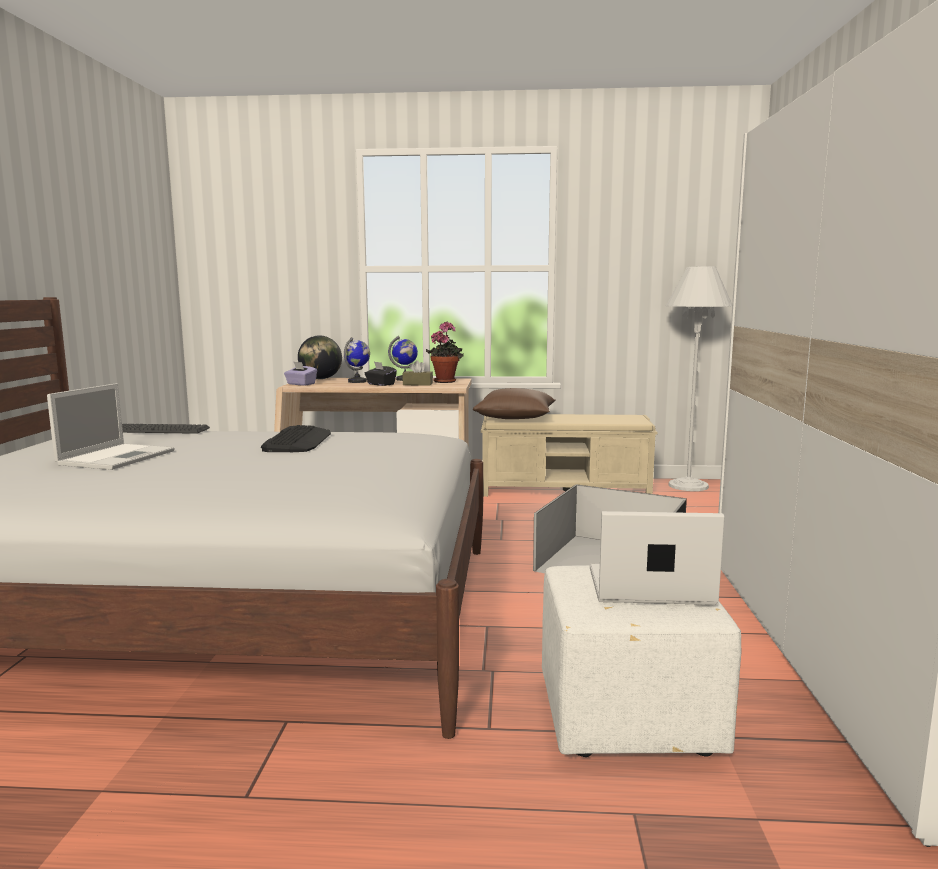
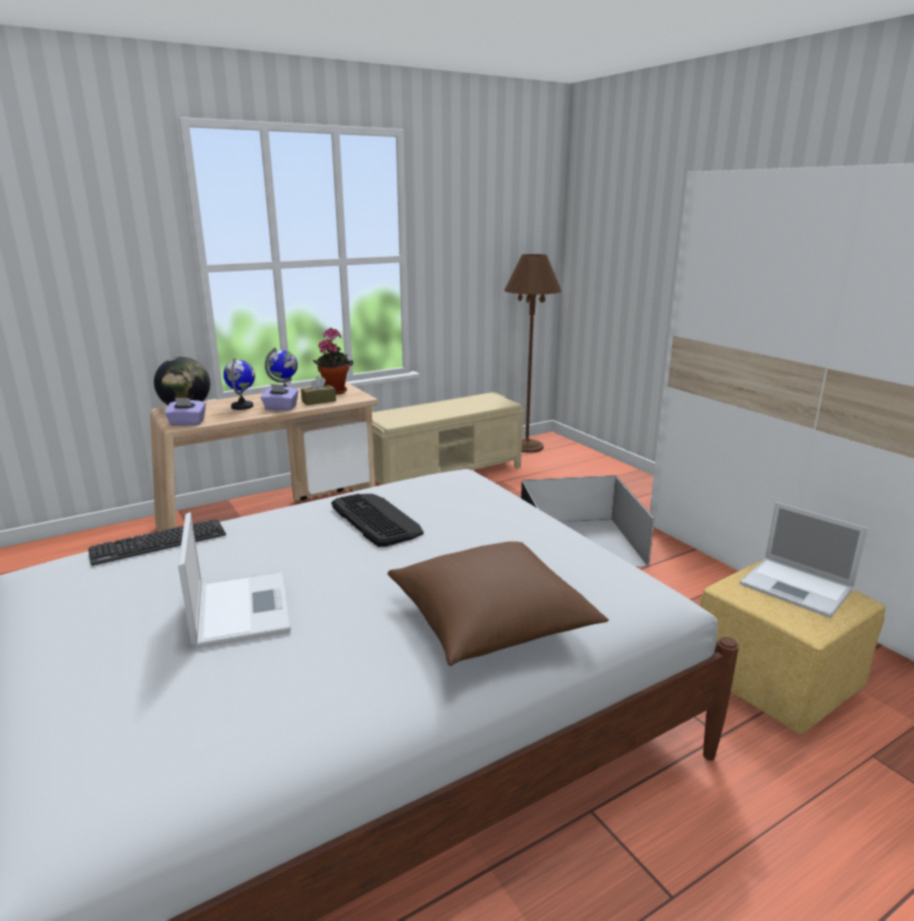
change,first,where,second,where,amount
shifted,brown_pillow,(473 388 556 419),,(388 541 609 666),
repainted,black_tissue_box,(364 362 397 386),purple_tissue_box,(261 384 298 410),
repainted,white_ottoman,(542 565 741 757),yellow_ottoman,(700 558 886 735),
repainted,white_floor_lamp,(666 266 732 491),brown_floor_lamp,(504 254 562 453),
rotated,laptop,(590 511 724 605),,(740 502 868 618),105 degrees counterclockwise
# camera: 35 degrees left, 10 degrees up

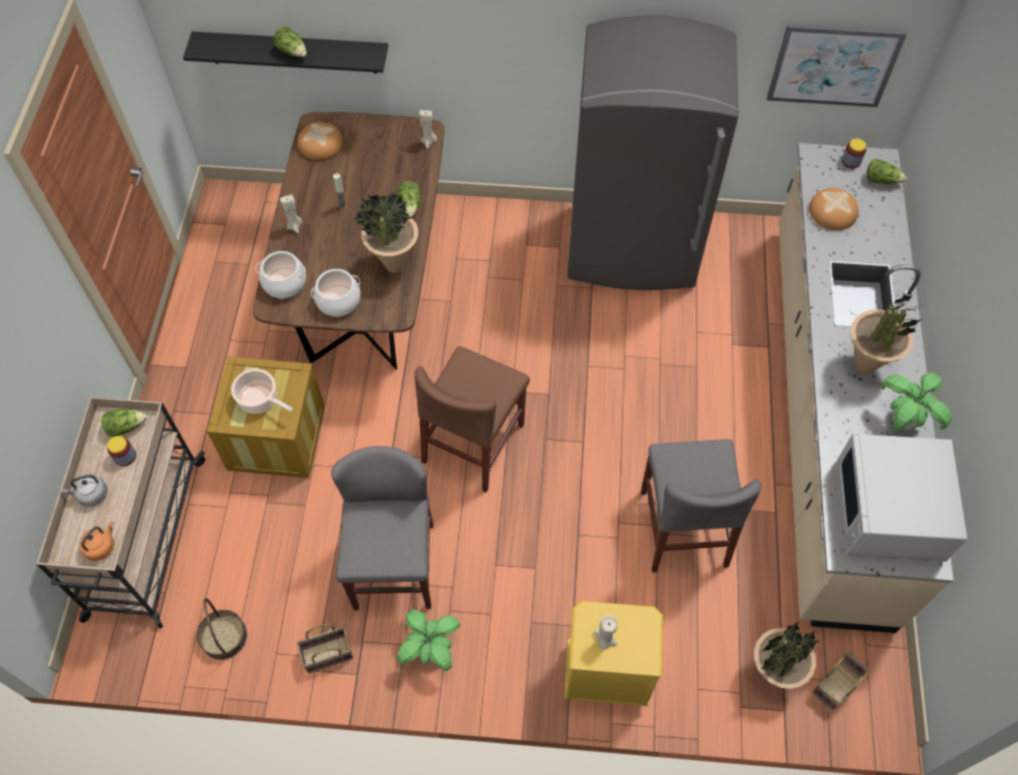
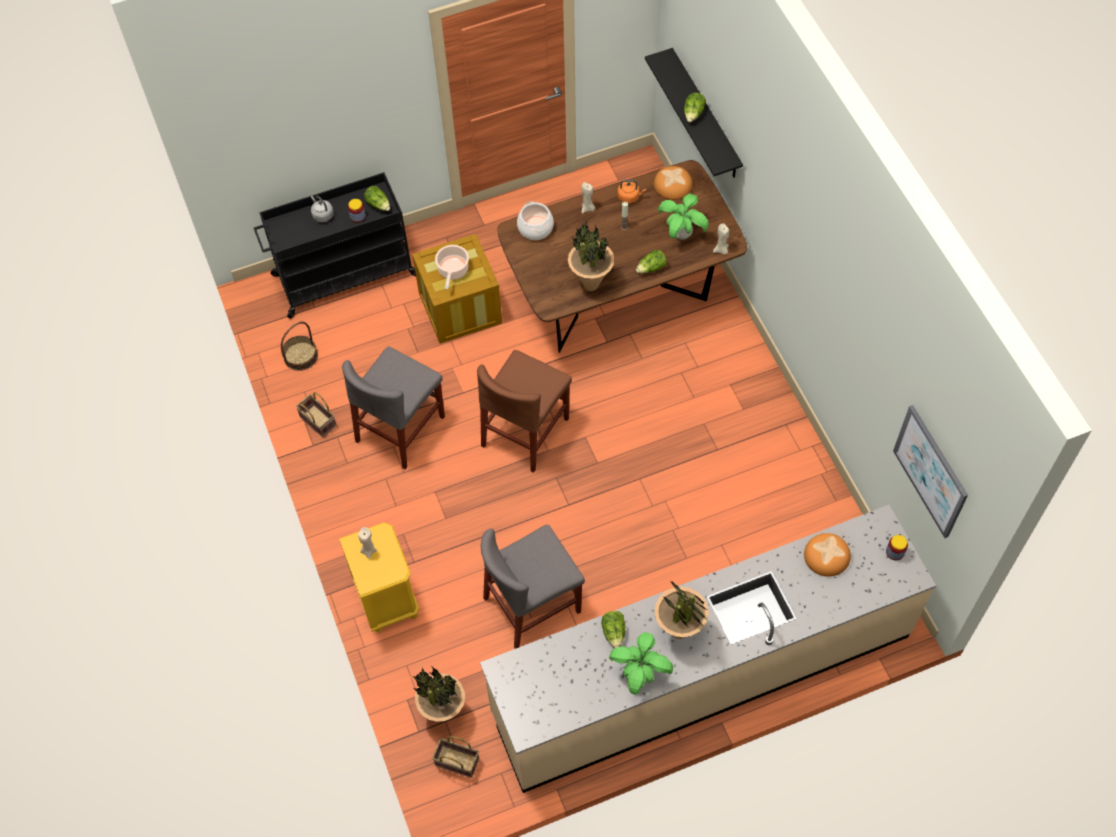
change,first,where,second,where,amount
gone,cooking_pot,(311 269 361 317),,,
gone,grey_fridge,(567 15 739 290),,,
gone,white_microwave,(838 434 967 561),,,
shifted,orange_kettle,(79 521 114 561),,(617 180 646 203),
shifted,potted_plant,(397 609 460 671),,(658 193 709 240),
shifted,lettuce,(866 159 907 184),,(601 611 625 649),
repainted,beige_cart,(36 397 205 629),black_cart,(254 172 416 319),
rotated,grey_chair,(331 446 433 610),,(342 346 445 469),150 degrees clockwise
rotated,brown_chair,(415 346 530 492),,(477 350 572 473),60 degrees counterclockwise
# camera: 65 degrees right, 0 degrees up

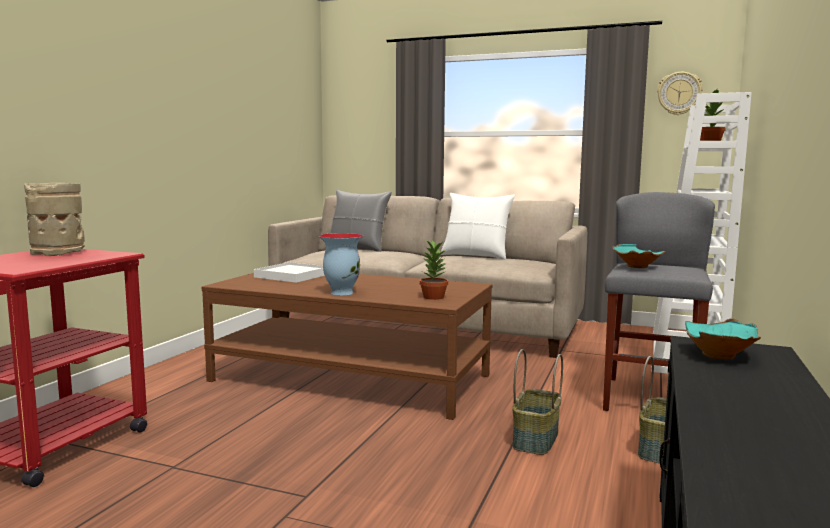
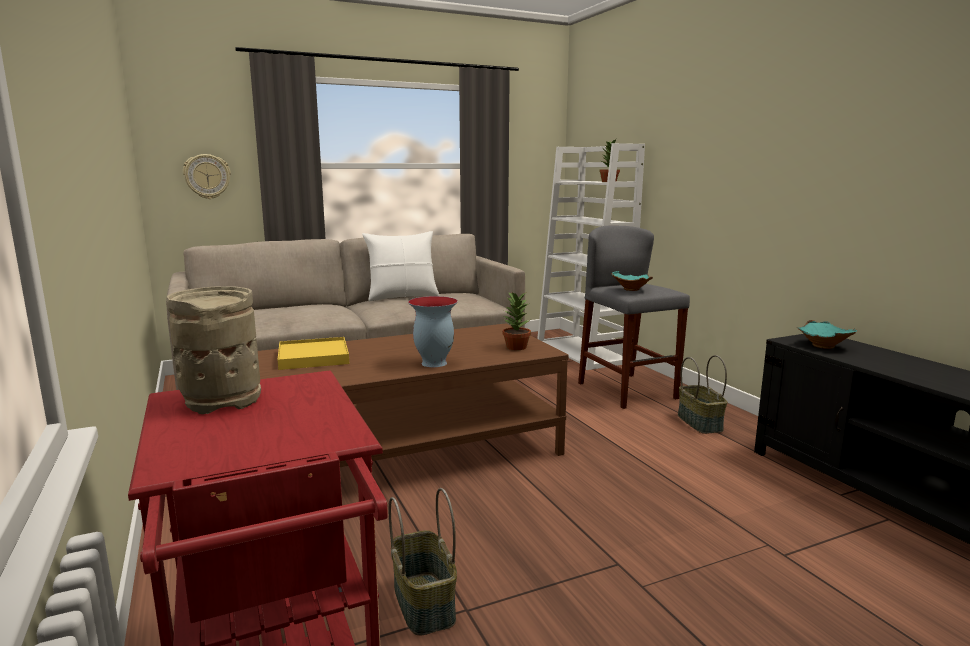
change,first,where,second,where,amount
gone,grey_pillow,(330 190 392 252),,,
shifted,basket,(512 349 563 455),,(389 488 457 635),
shifted,wall_clock,(657 72 703 115),,(183 154 231 199),
repainted,white_tray,(254 262 325 283),yellow_tray,(277 337 349 370),
# camera: 45 degrees left, 5 degrees up

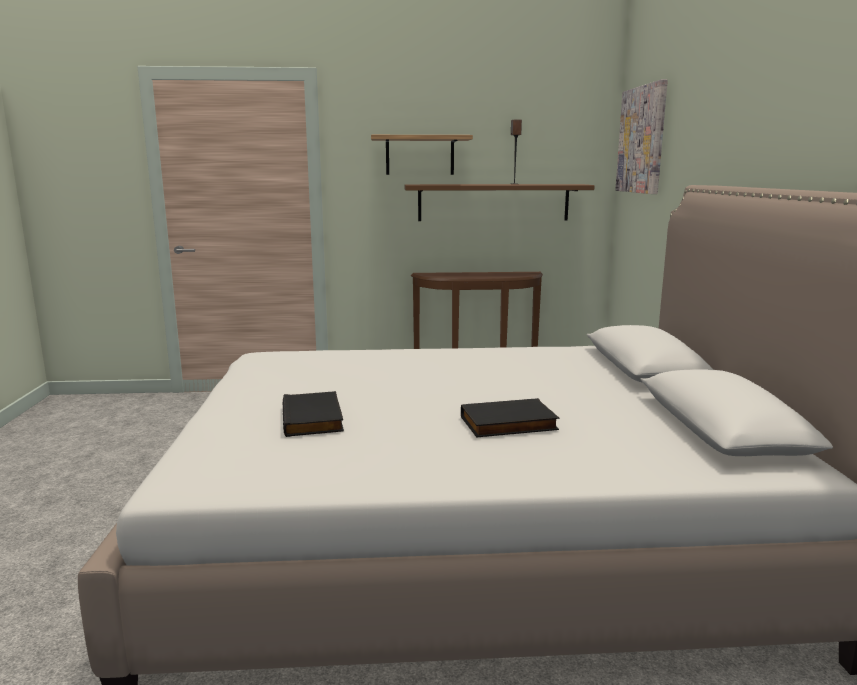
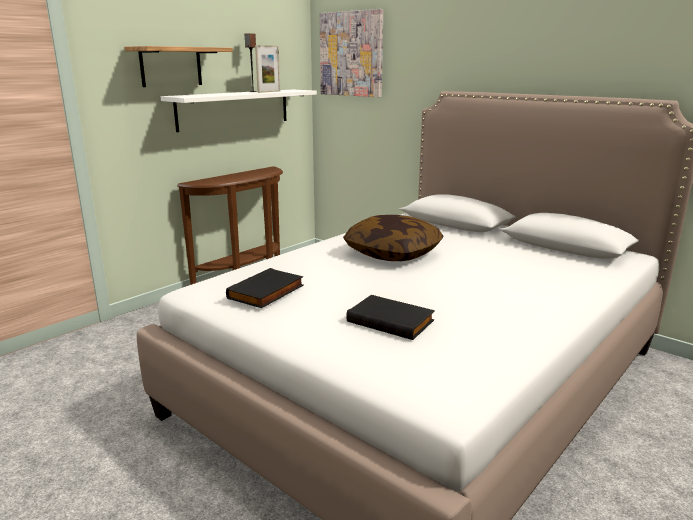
change,first,where,second,where,amount
new,,,picture_frame,(255 45 280 93),
new,,,pillow,(343 215 443 261),
shifted,black_book,(461 398 559 438),,(226 268 304 308),
repainted,brown_shelf,(404 184 595 221),white_shelf,(161 90 317 132),
# camera: 45 degrees left, 5 degrees up

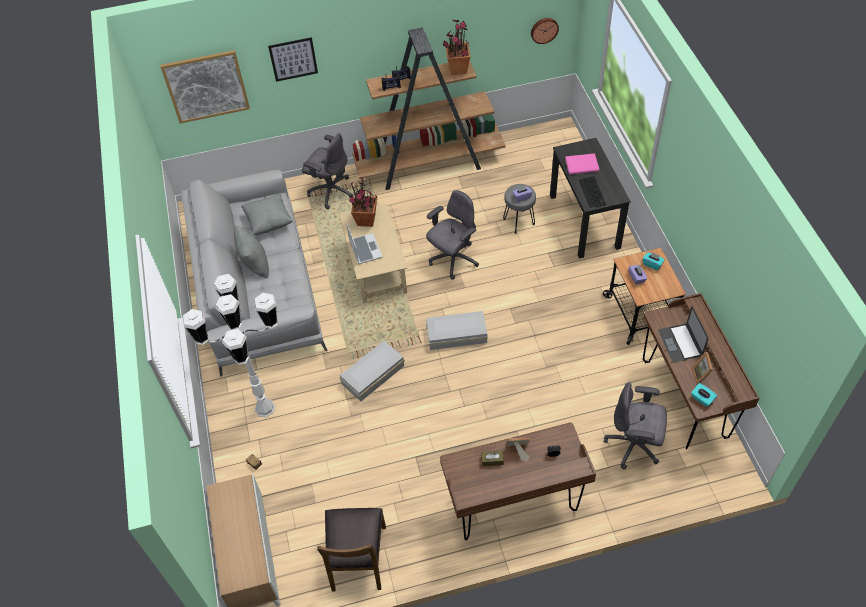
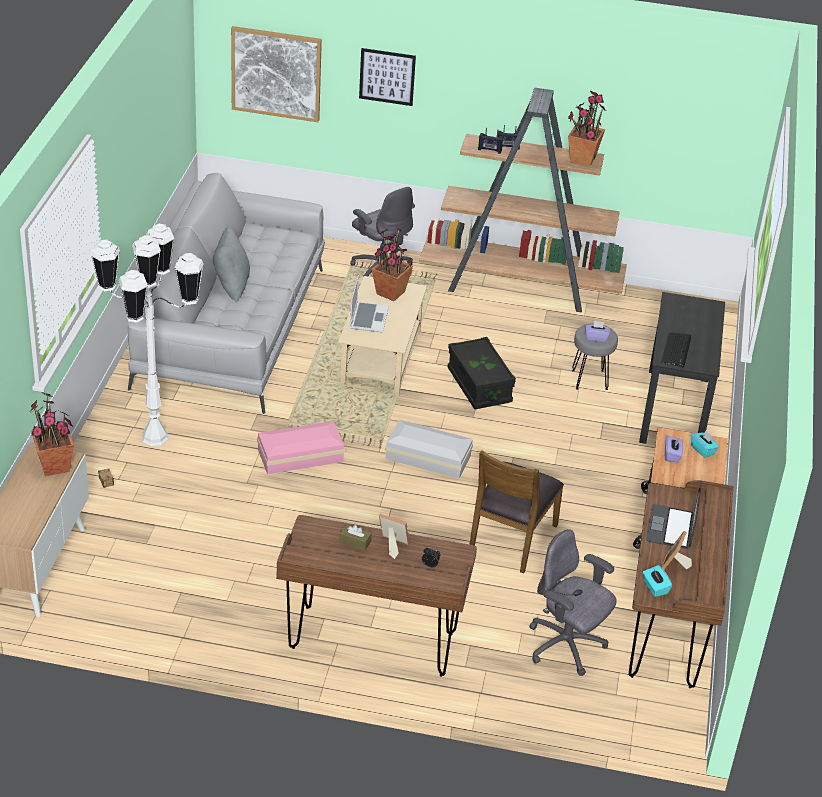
change,first,where,second,where,amount
gone,grey_pillow,(241 194 293 235),,,
gone,wall_clock,(531 18 559 44),,,
gone,pink_book,(565 153 599 175),,,
new,,,potted_plant,(30 392 74 476),
shifted,brown_chair,(317 508 386 591),,(470 450 564 573),
swapped,grey_office_chair,(426 190 479 280),black_storage_box,(448 337 516 409),
repainted,white_storage_box,(340 341 405 402),pink_storage_box,(257 421 345 474),
# camera: 20 degrees right, 15 degrees down

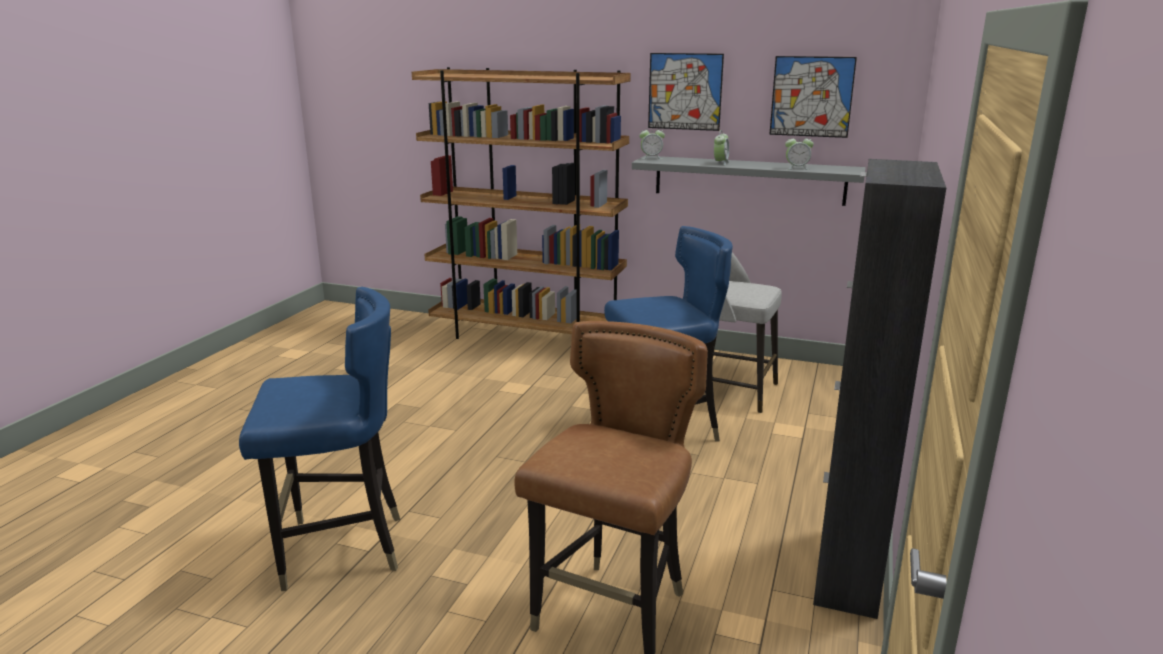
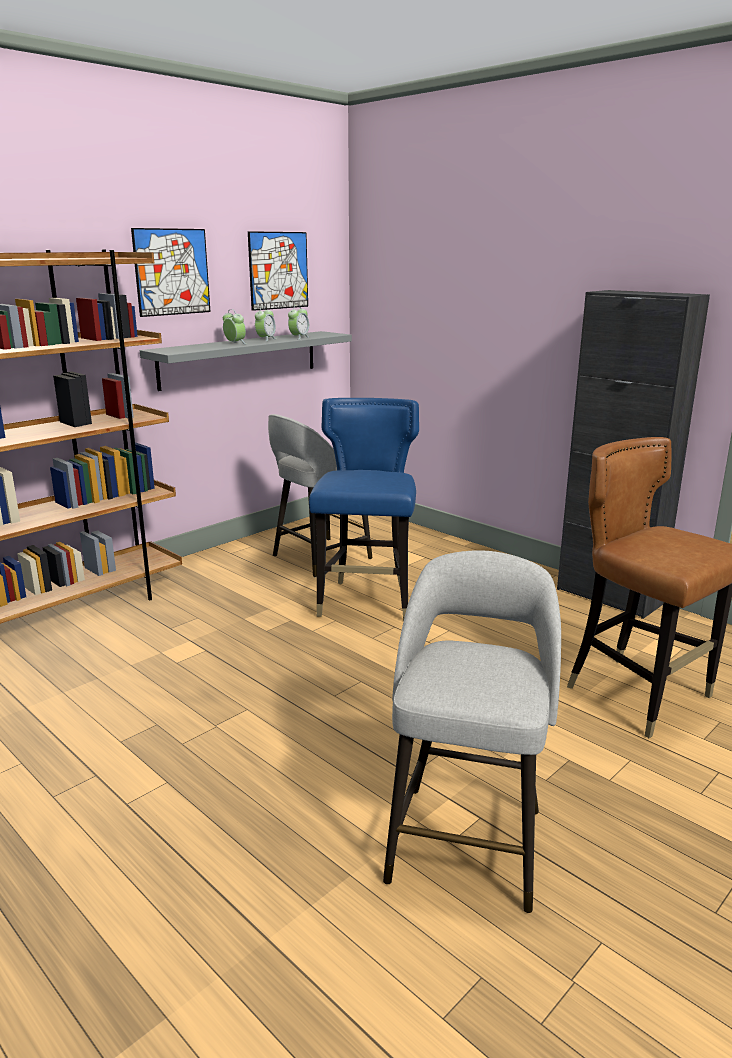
change,first,where,second,where,amount
shifted,alarm_clock,(639 126 665 159),,(255 306 276 341),
swapped,blue_chair,(239 287 400 591),grey_stool,(383 550 561 913),
# camera: 65 degrees left, 0 degrees up

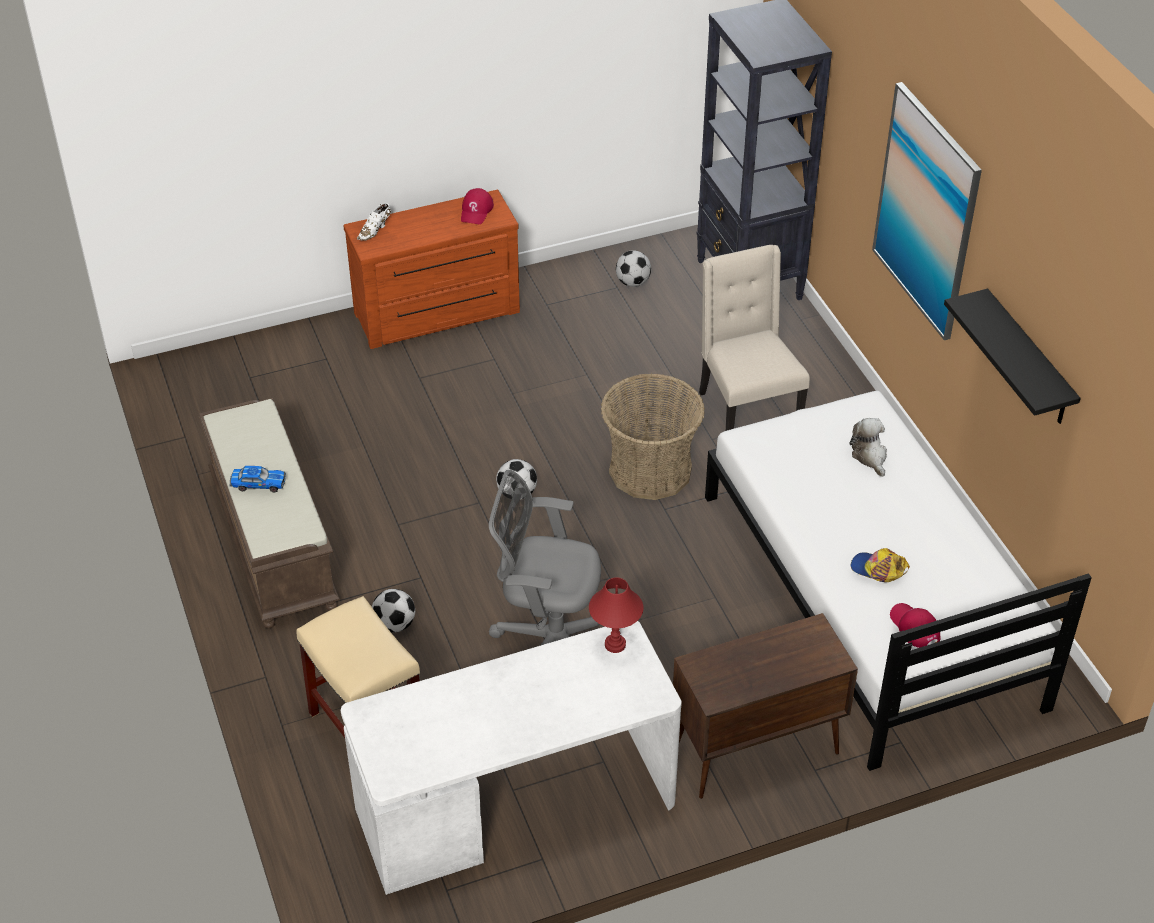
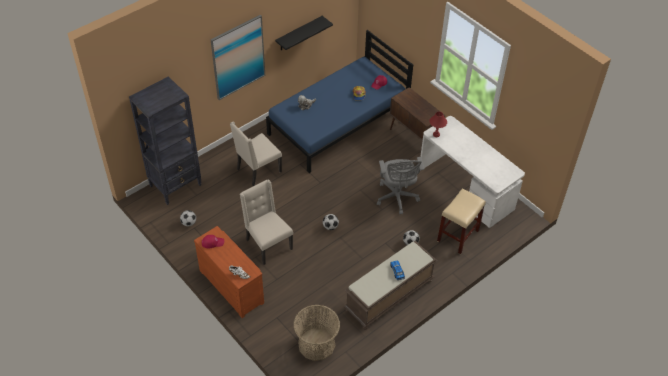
change,first,where,second,where,amount
new,,,beige_chair,(240 180 293 265),
shifted,basket,(601 373 705 500),,(293 305 340 361),
repainted,white_bed,(705 391 1092 771),blue_bed,(266 30 413 173),
# camera: 110 degrees left, 5 degrees up

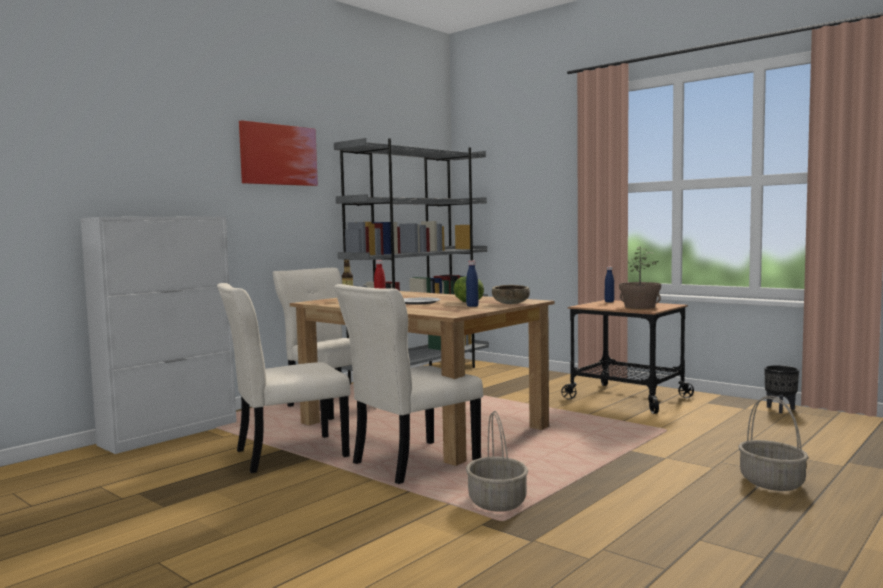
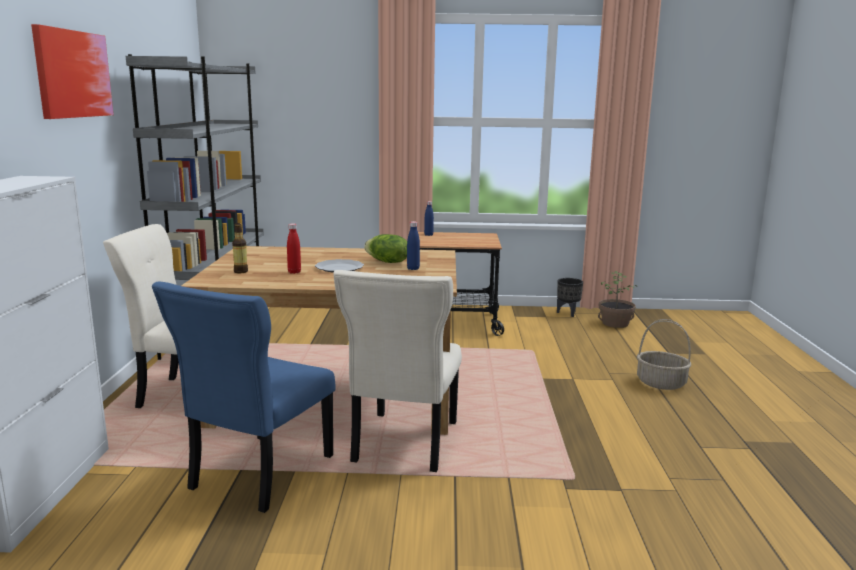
change,first,where,second,where,amount
gone,basket,(466 411 528 512),,,
gone,brown_bowl,(492 285 530 304),,,
shifted,potted_plant,(619 247 661 309),,(598 271 638 328),
repainted,beige_chair,(217 283 350 473),blue_chair,(152 282 336 513),
# camera: 40 degrees left, 10 degrees up

